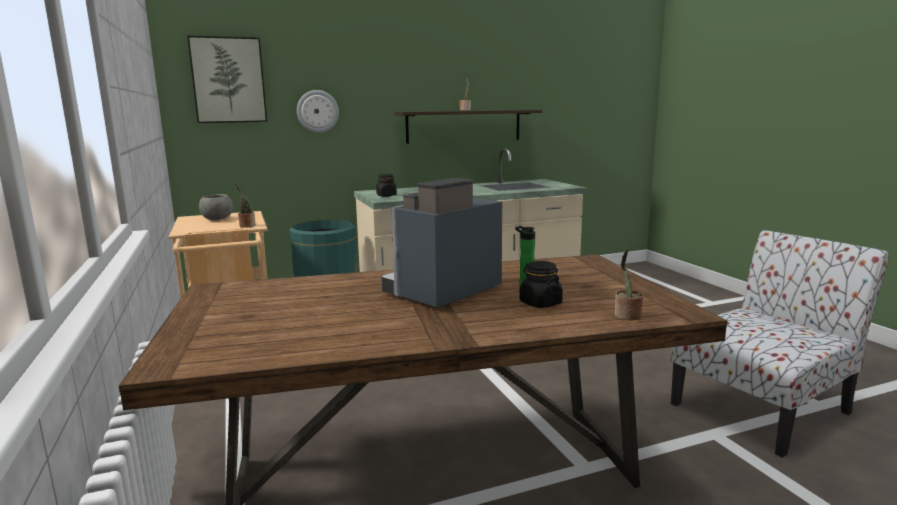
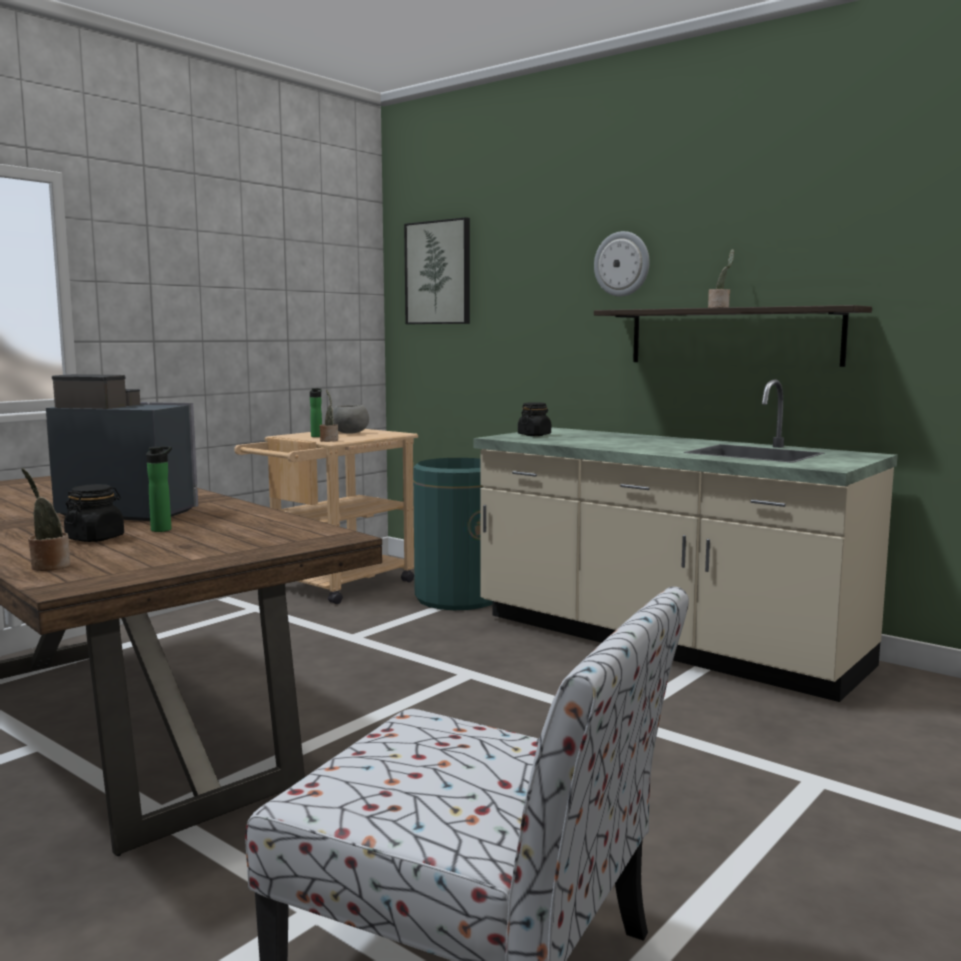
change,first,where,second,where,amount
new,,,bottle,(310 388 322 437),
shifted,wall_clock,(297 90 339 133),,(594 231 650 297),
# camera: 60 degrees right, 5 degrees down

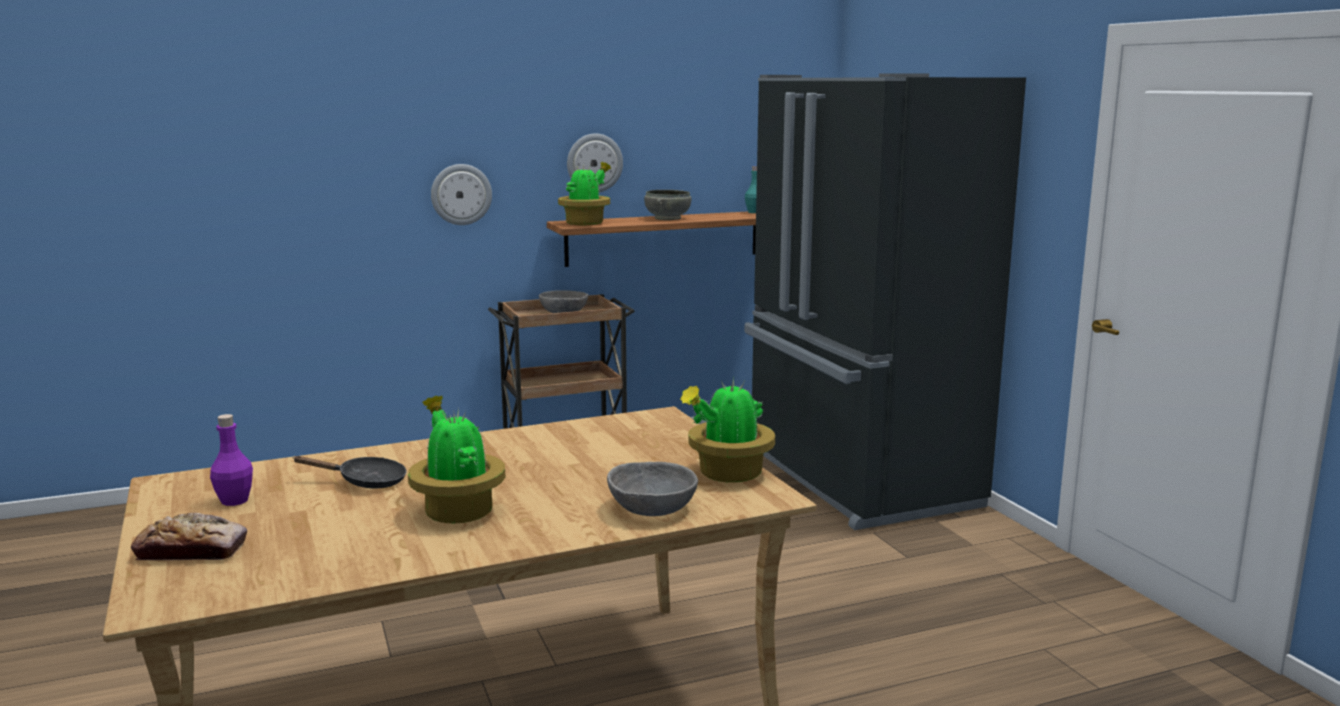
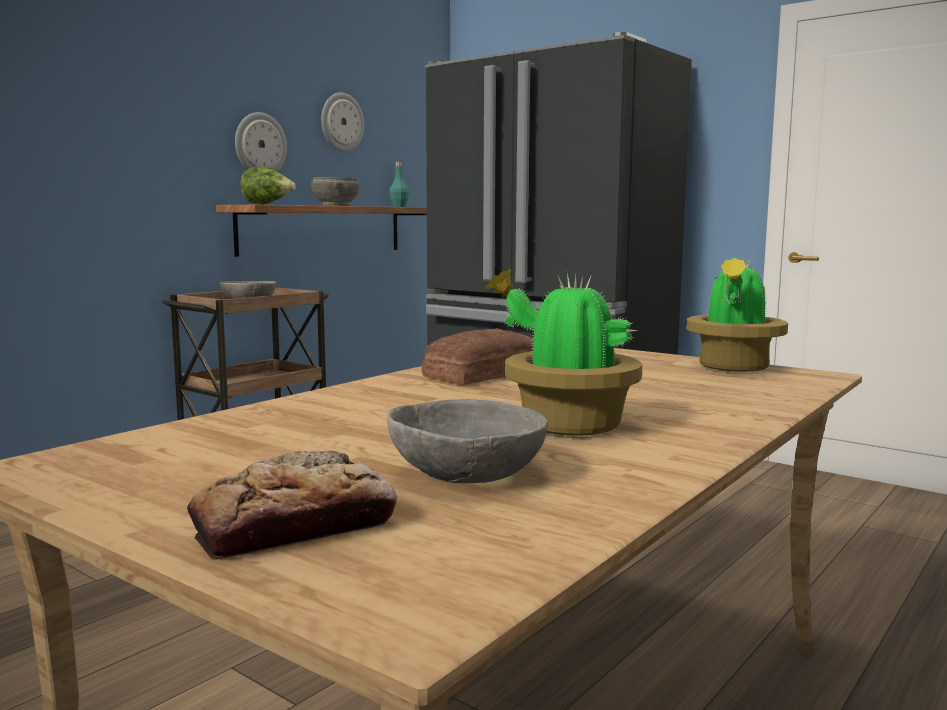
change,first,where,second,where,amount
gone,purple_bottle,(210 414 253 506),,,
gone,black_frying_pan,(293 456 407 488),,,
new,,,bread,(422 328 534 385),
shifted,wall_clock,(431 164 492 225),,(321 93 364 152),
shifted,grey_bowl,(607 462 698 516),,(387 399 548 483),
swapped,potted_plant,(558 162 611 225),lettuce,(240 166 296 205),
# camera: 30 degrees left, 5 degrees down

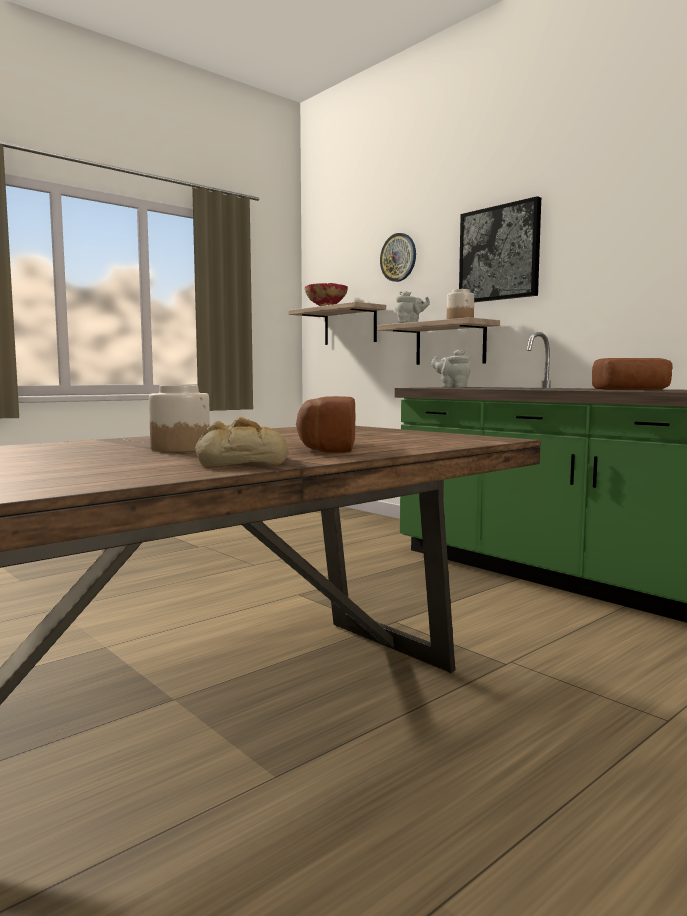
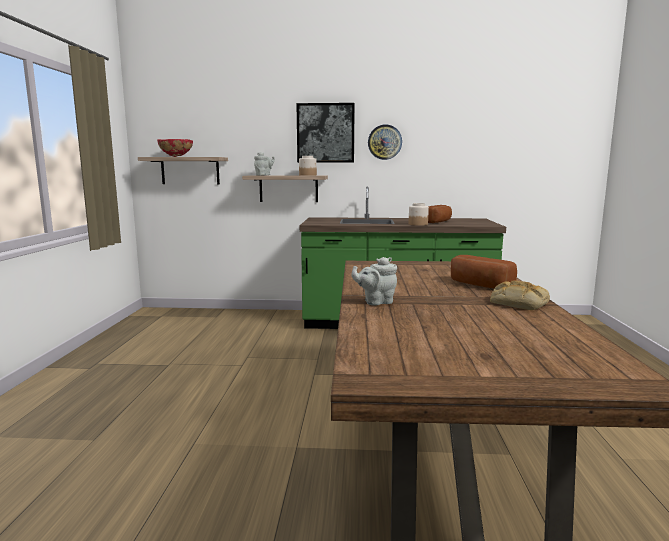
change,first,where,second,where,amount
shifted,jar,(149 385 210 452),,(409 203 429 226),
shifted,wall_clock,(380 233 416 282),,(368 125 402 160),
shifted,grey_teapot,(431 350 470 388),,(352 257 397 305),
# camera: 45 degrees left, 5 degrees up

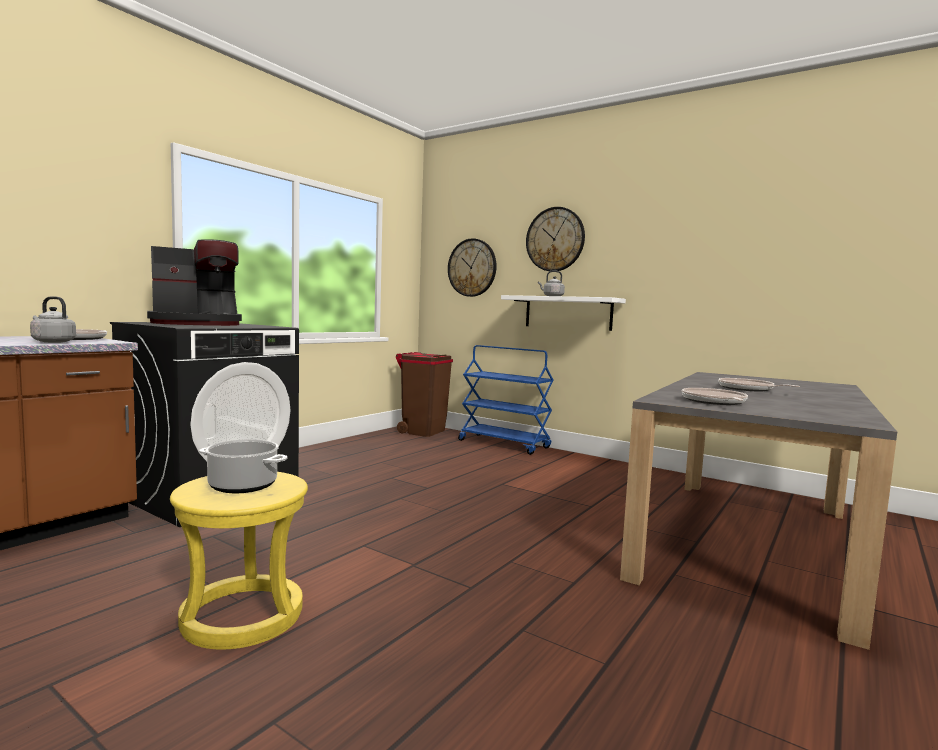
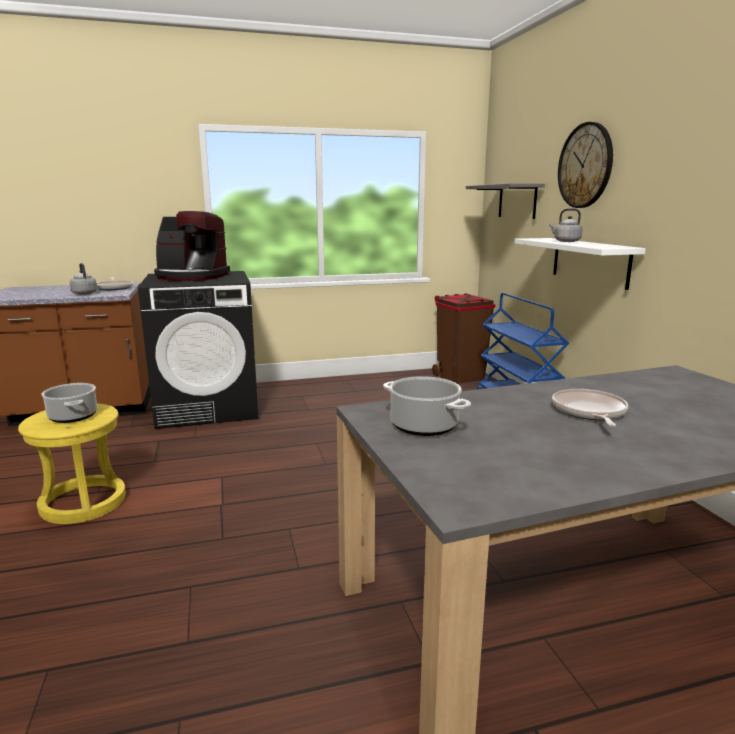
change,first,where,second,where,amount
swapped,wall_clock,(448 238 497 297),grey_shelf,(466 183 545 219),
swapped,frying_pan,(682 388 748 405),cooking_pot,(383 376 471 436),
# camera: 40 degrees right, 10 degrees up

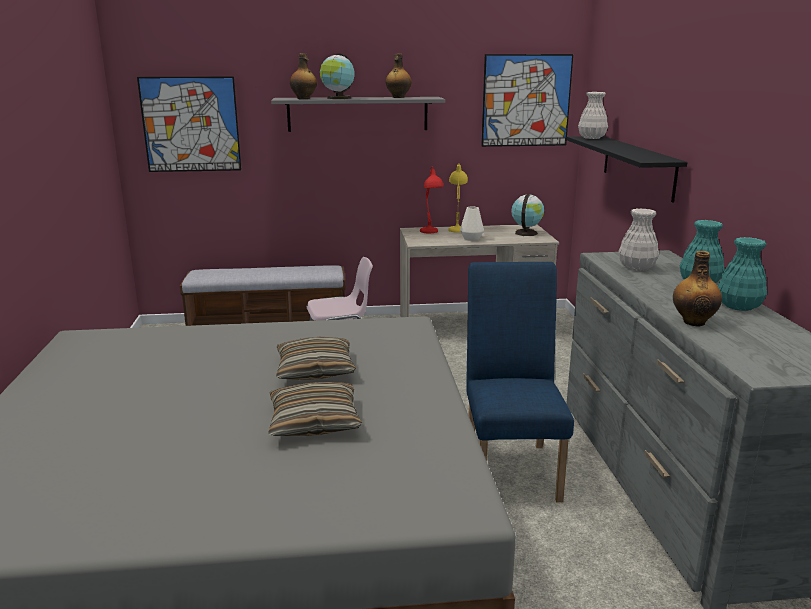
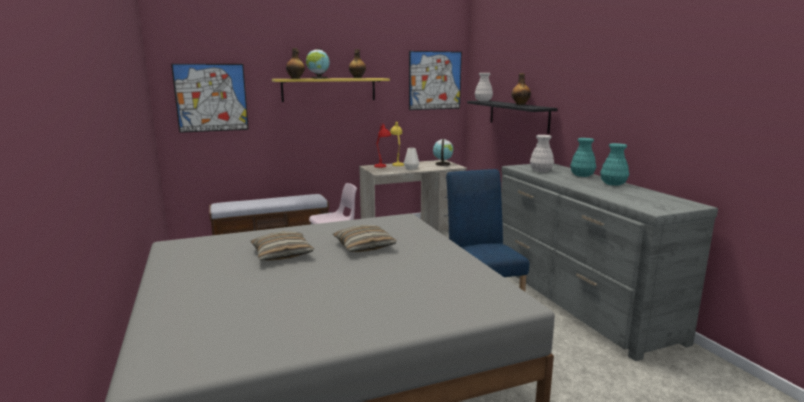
change,first,where,second,where,amount
shifted,pillow,(268 382 362 436),,(250 232 314 260),
shifted,bottle,(673 251 722 326),,(511 73 531 105),
repainted,grey_shelf,(271 97 445 132),yellow_shelf,(272 78 390 102),
# camera: 15 degrees left, 5 degrees down

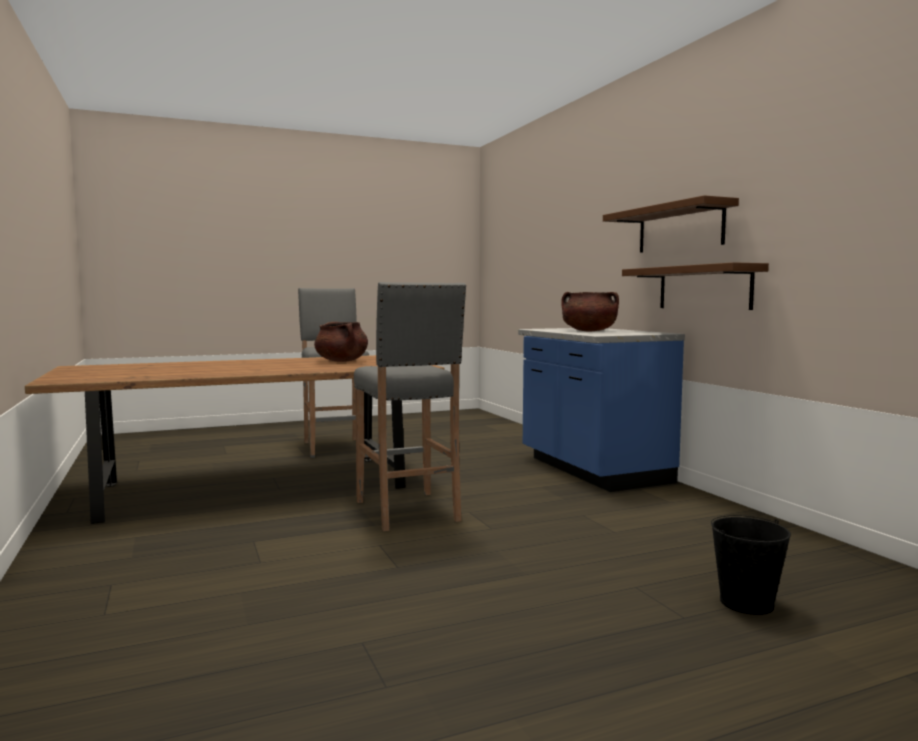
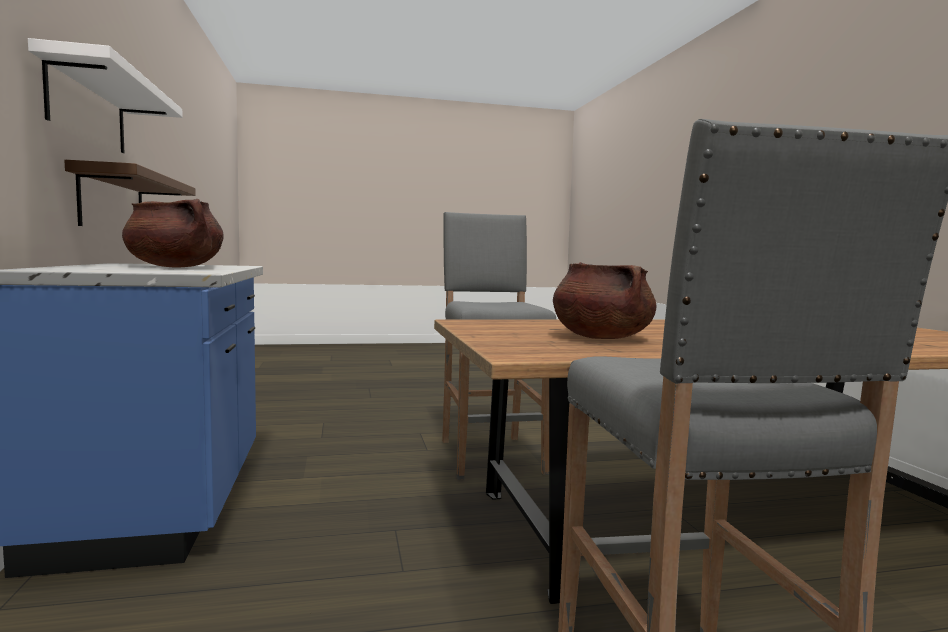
change,first,where,second,where,amount
gone,black_bucket,(711 515 791 615),,,
repainted,brown_shelf,(603 195 739 253),white_shelf,(28 38 183 153),
# camera: 170 degrees left, 0 degrees up

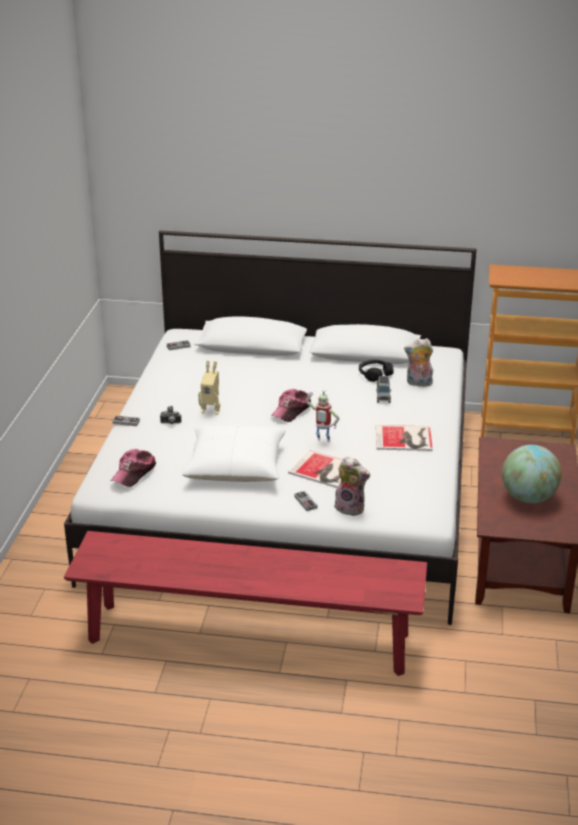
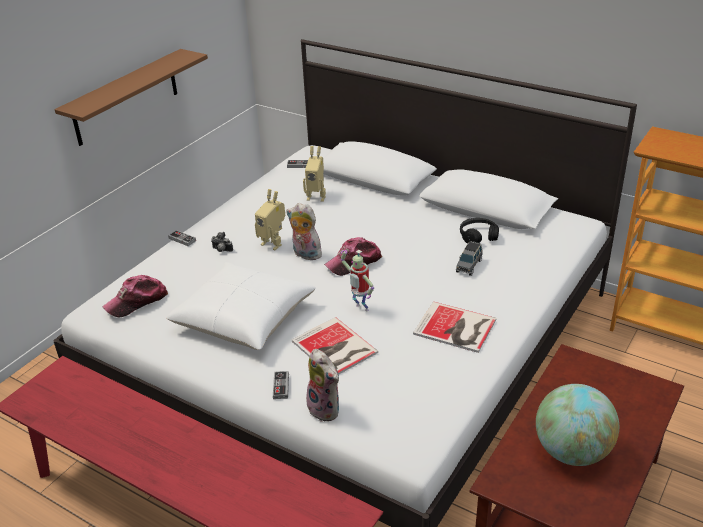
change,first,where,second,where,amount
new,,,brown_shelf,(55 49 208 146),
new,,,toy_robot,(303 146 326 202),
shifted,plush_toy,(404 338 433 387),,(286 203 322 260),
# camera: 25 degrees right, 5 degrees up

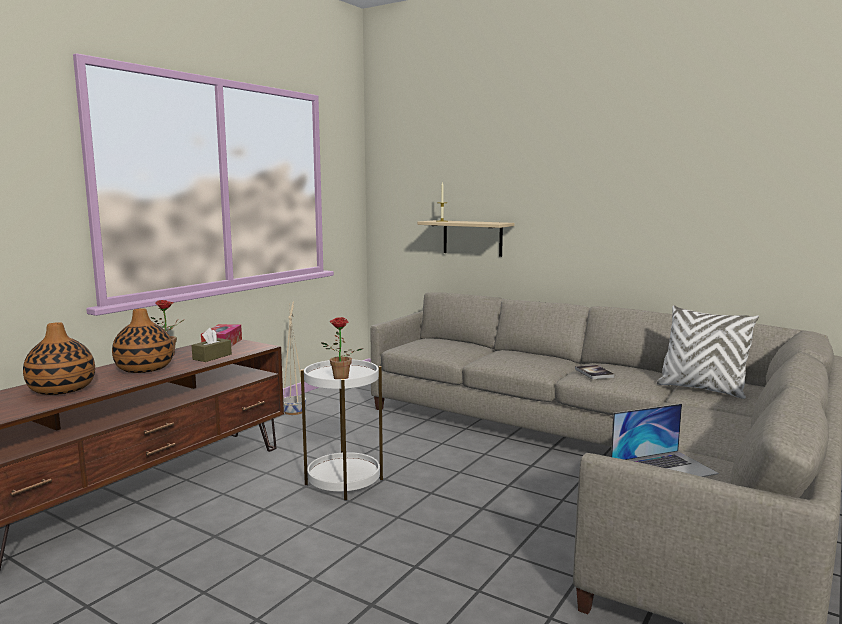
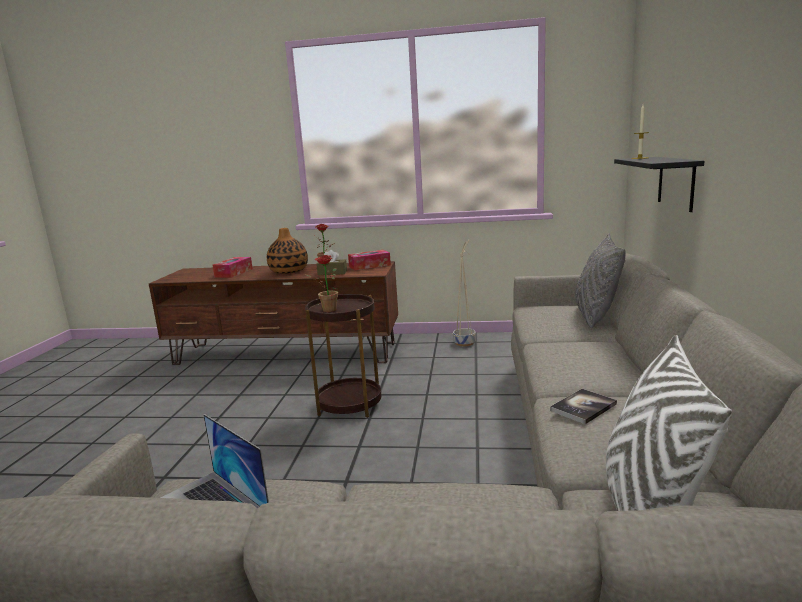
change,first,where,second,where,amount
new,,,grey_pillow,(576 234 625 328),
swapped,vase,(23 322 95 395),tissue_box,(212 257 253 278),
repainted,white_side_table,(301 359 383 500),brown_side_table,(305 294 381 418),
repainted,beige_shelf,(417 220 514 257),black_shelf,(614 157 704 212),
# camera: 65 degrees right, 5 degrees up

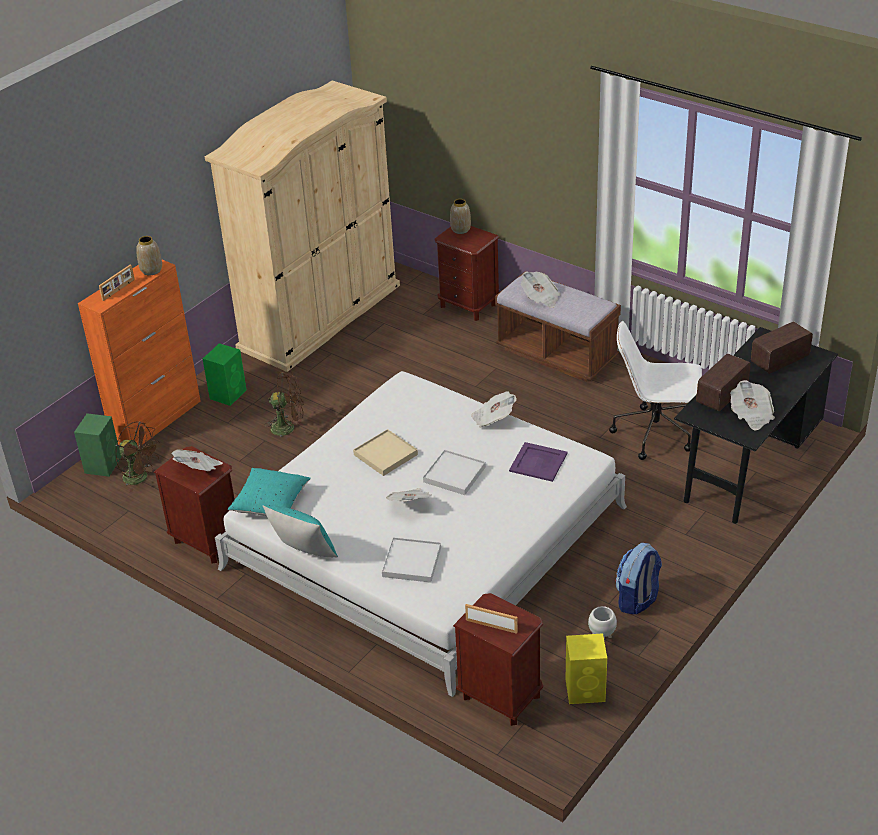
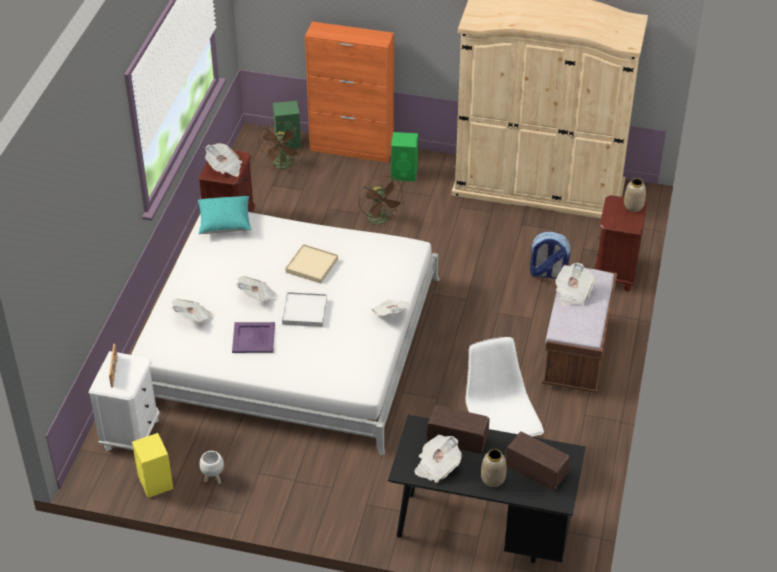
change,first,where,second,where,amount
gone,picture_frame,(99 264 135 301),,,
gone,turquoise_pillow,(263 505 338 558),,,
shifted,vase,(136 236 162 275),,(481 449 507 487),
shifted,purple_tray,(509 442 567 482),,(232 322 275 353),
shifted,backpack,(616 543 662 614),,(530 232 570 279),
swapped,white_tray,(382 537 441 583),newspaper,(171 299 214 322),
repainted,brown_nightstand,(453 593 543 726),white_nightstand,(89 351 160 451),
# camera: 65 degrees right, 5 degrees up

